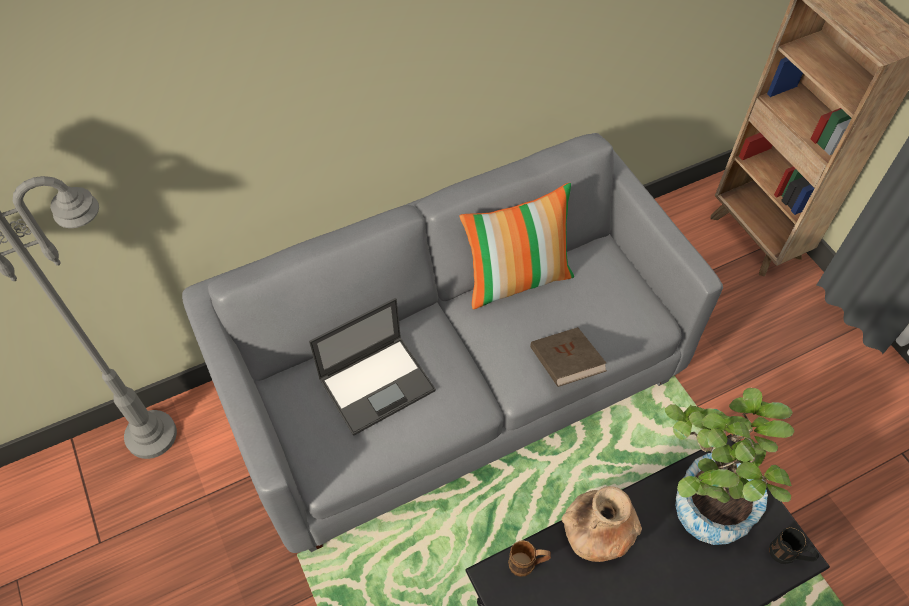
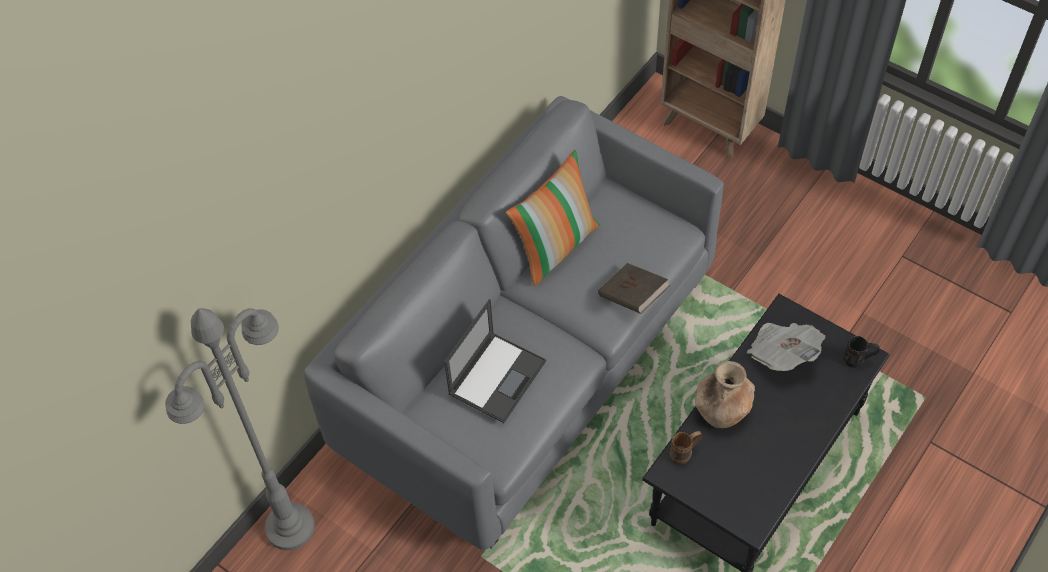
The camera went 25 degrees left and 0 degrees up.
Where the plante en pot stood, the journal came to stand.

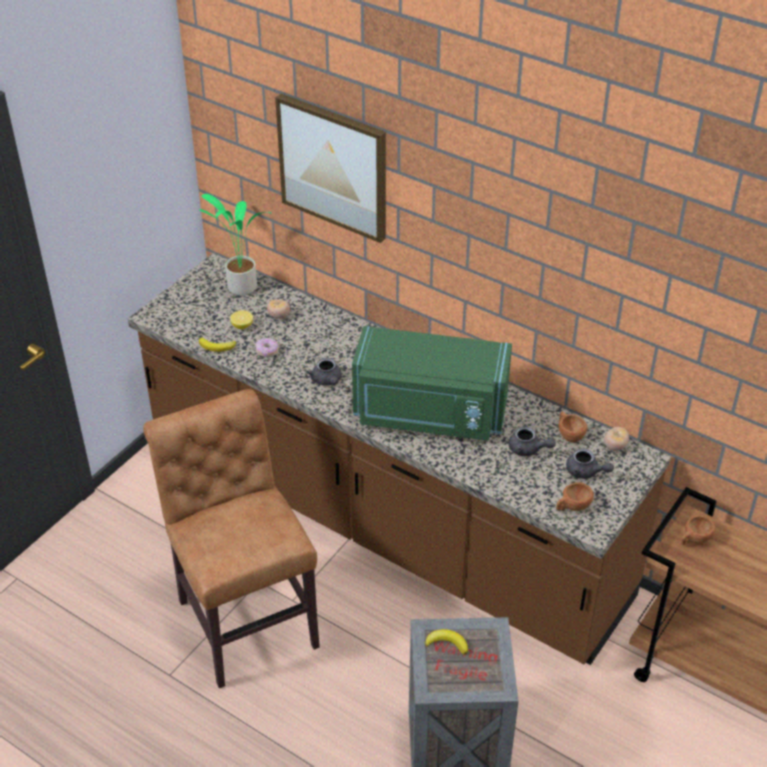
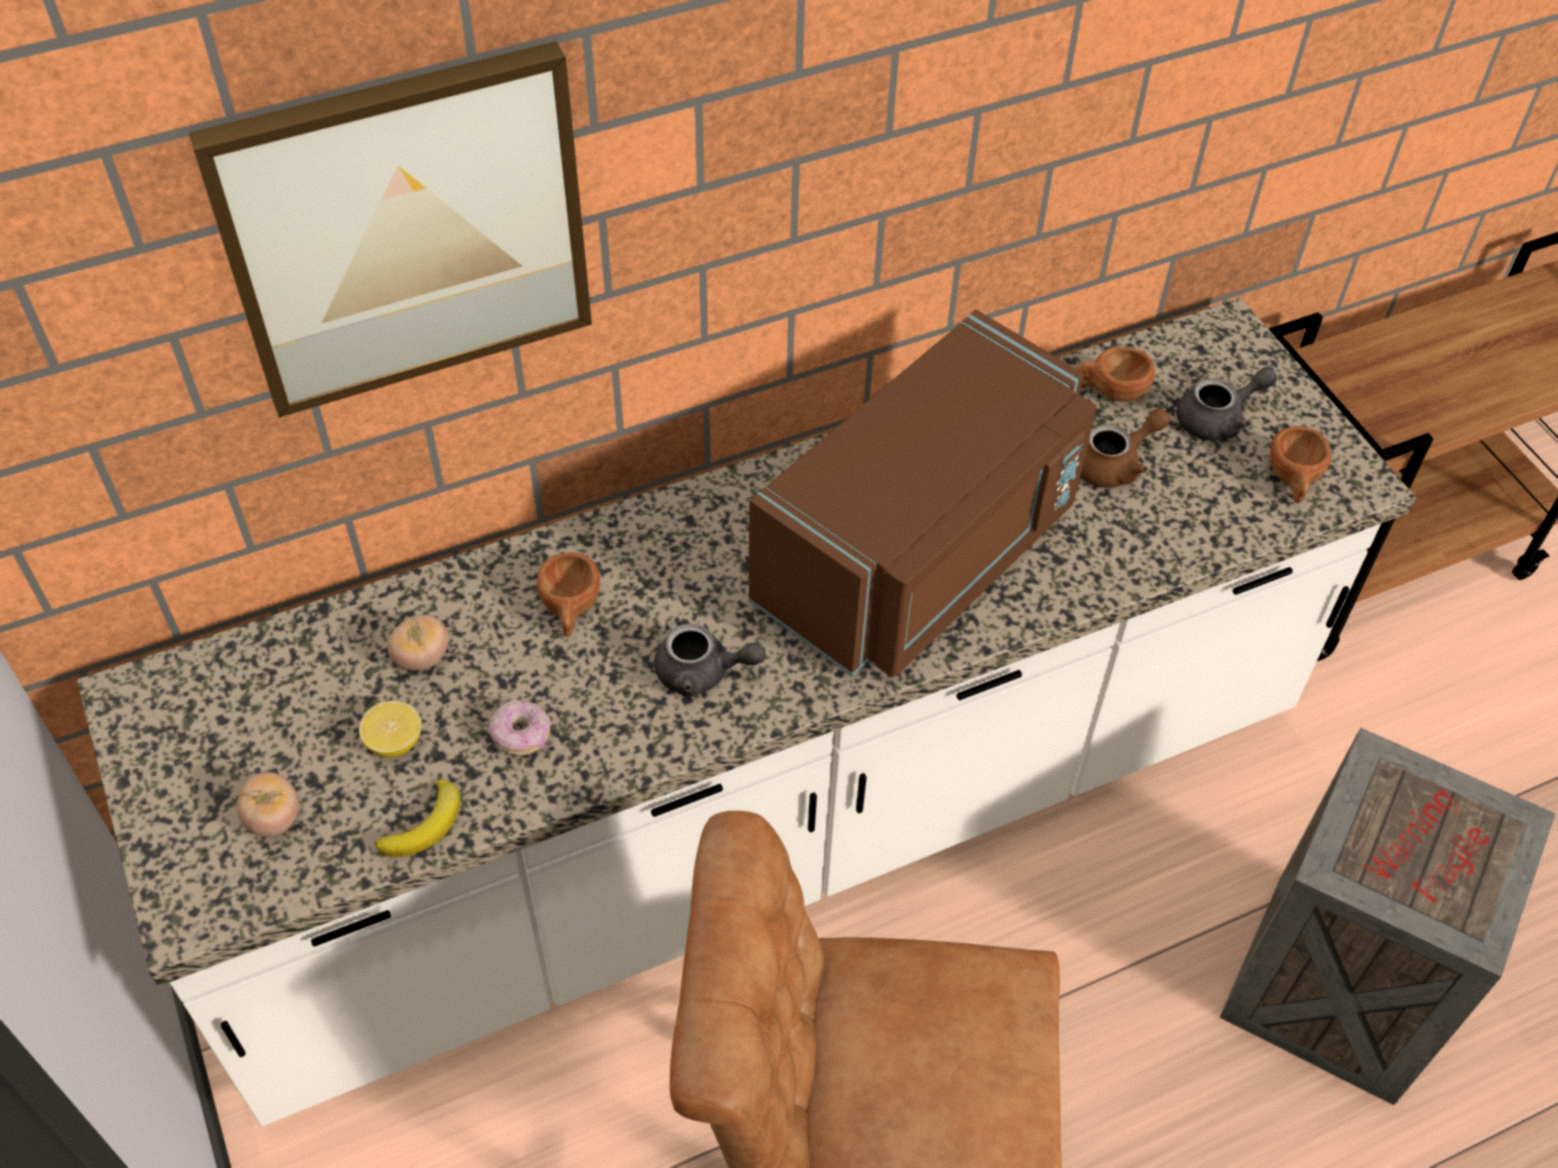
The camera went 60 degrees left and 10 degrees up.
What was the comptoir de cuisine/marron turned into the comptoir de cuisine/blanc.
The second view lost the plante en pot.
What was the micro-ondes/vert turned into the micro-ondes/marron.
The second view lost the banane (2nd from left).
What was the théière/gris (2nd from left) turned into the théière/marron.
The tomate (2nd from left in the first image) ended up elsewhere.
The tasse/marron (3rd from left in the first image) ended up elsewhere.

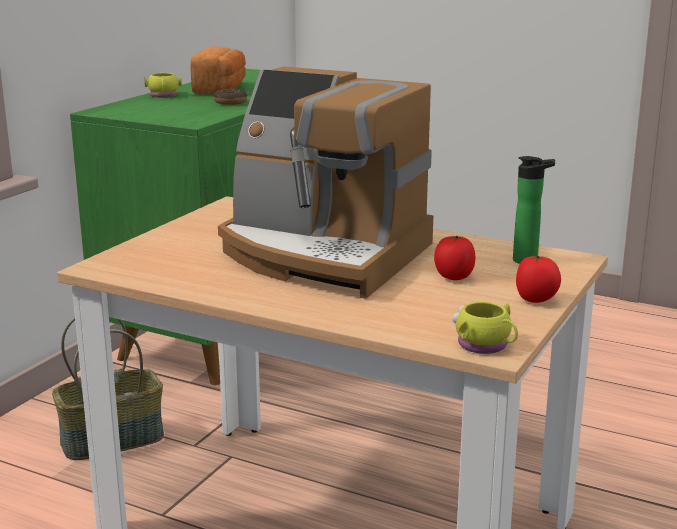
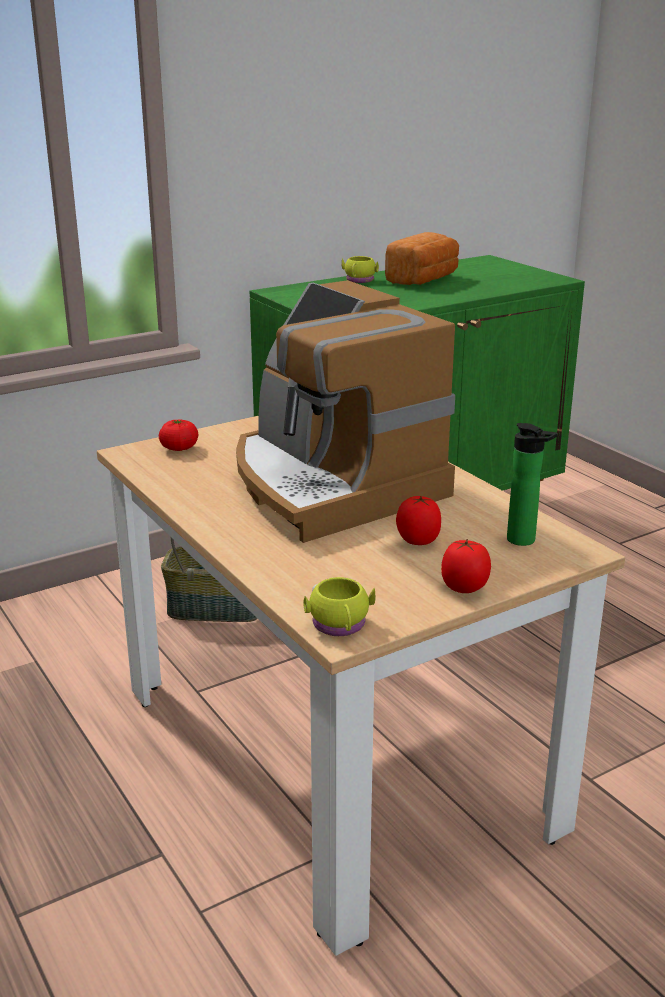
The camera went 30 degrees right and 5 degrees up.
The second view lost the beignet.
The second view gained the tomate (1st from left).

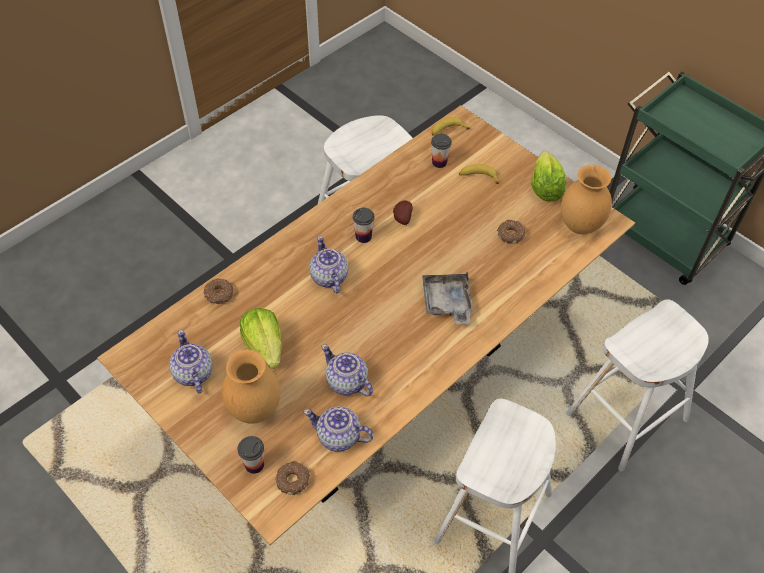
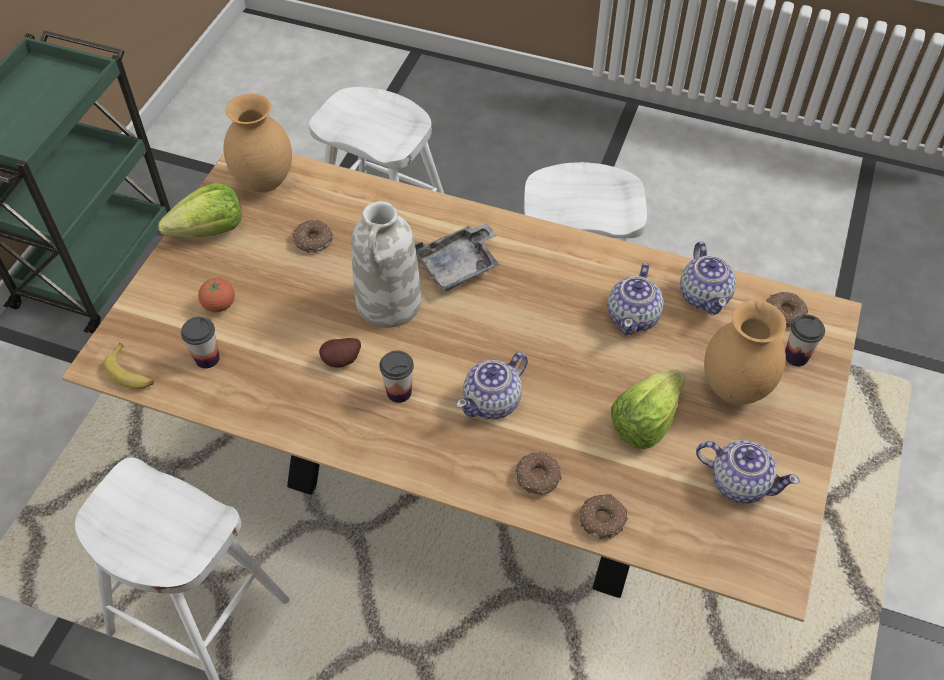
The camera went 115 degrees left and 0 degrees up.
The théière (1st from left in the first image) ended up facing another way, 105 degrees counterclockwise from before.
Where the banane (2nd from left) stood, the tomate came to stand.
The second view gained the vase/blanc.
The second view gained the beignet (2nd from left).

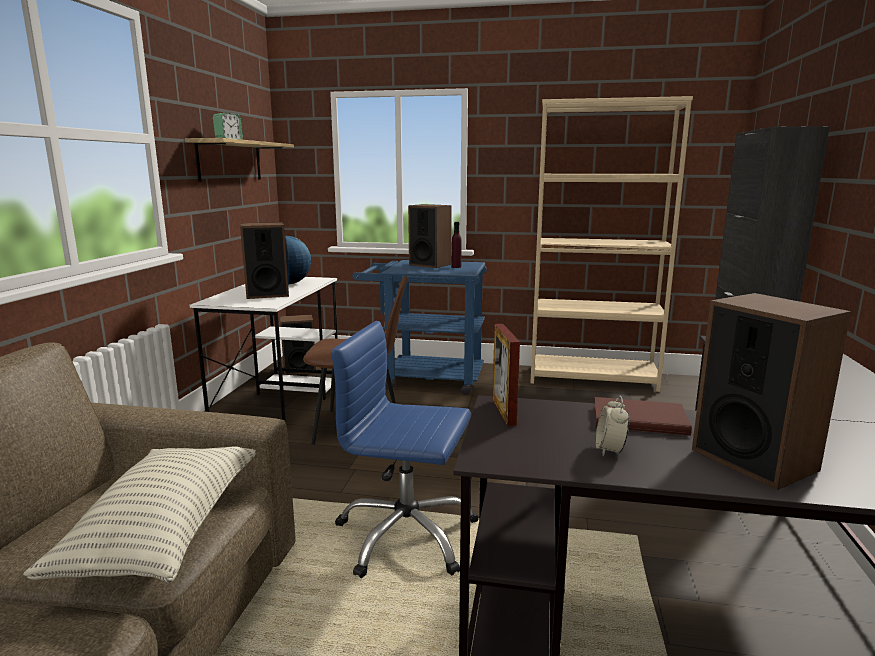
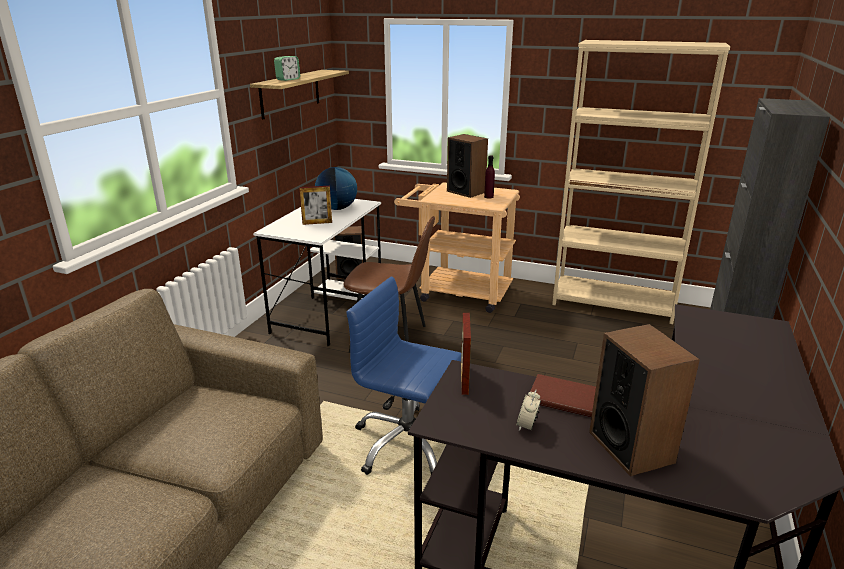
The camera went 10 degrees right and 10 degrees up.
The second view lost the coussin.
Where the enceinte (1st from left) stood, the cadre photo (1st from left) came to stand.
What was the chariot/bleu turned into the chariot/beige.

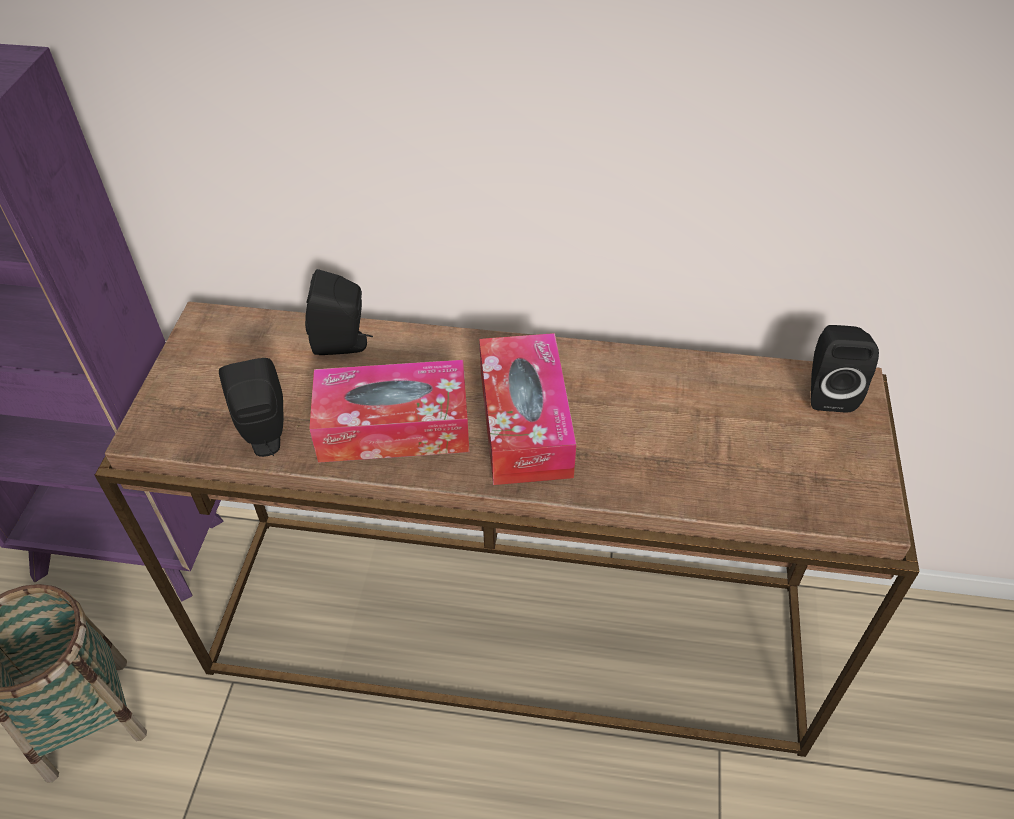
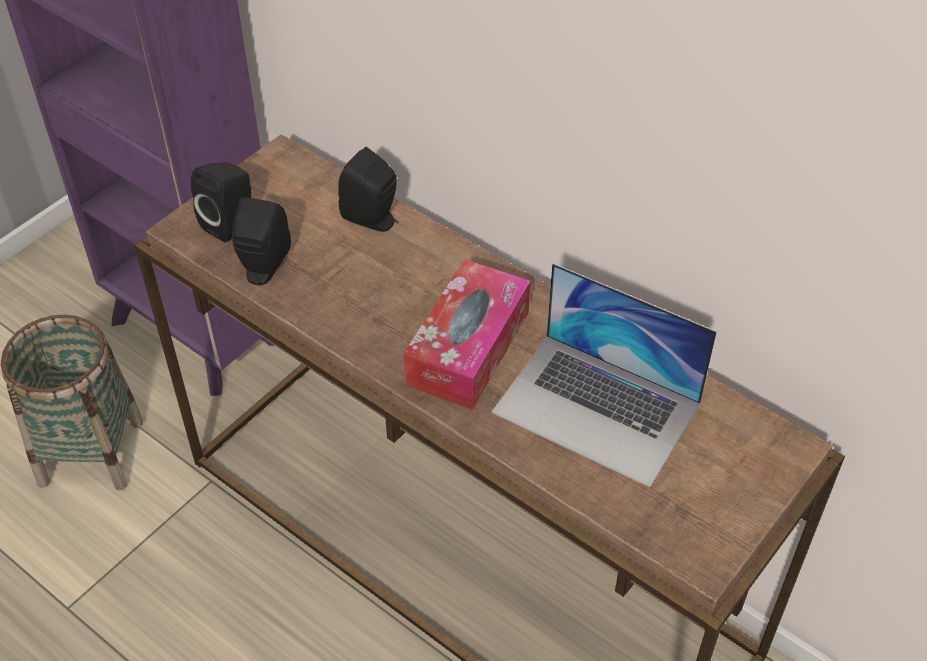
The camera went 30 degrees right and 0 degrees up.
The second view lost the boîte à mouchoirs (1st from left).
The enceinte/noir (3rd from left in the first image) ended up elsewhere.
The second view gained the ordinateur portable.

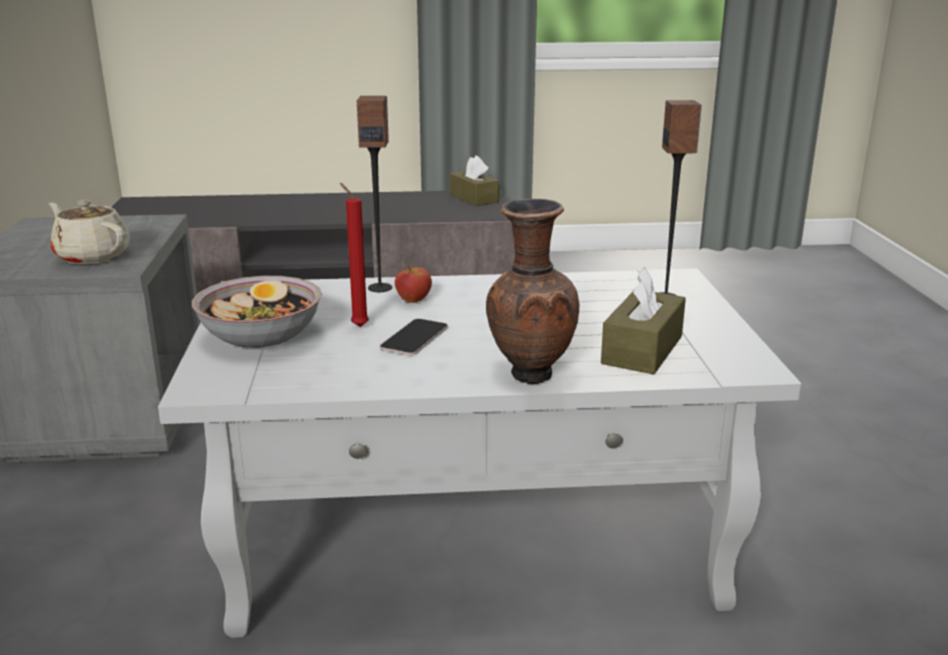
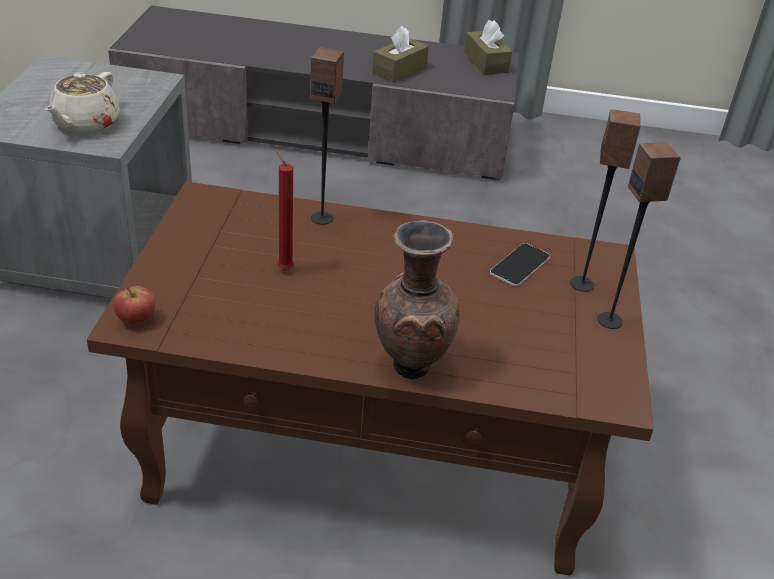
The camera went 10 degrees right and 15 degrees up.
The théière/beige ended up facing another way, 120 degrees counterclockwise from before.
What was the table basse/blanc turned into the table basse/marron.
The second view lost the bol.
The téléphone ended up elsewhere.
The pomme ended up elsewhere.
The boîte à mouchoirs/marron (2nd from left in the first image) ended up elsewhere.
The second view gained the enceinte (3rd from left).

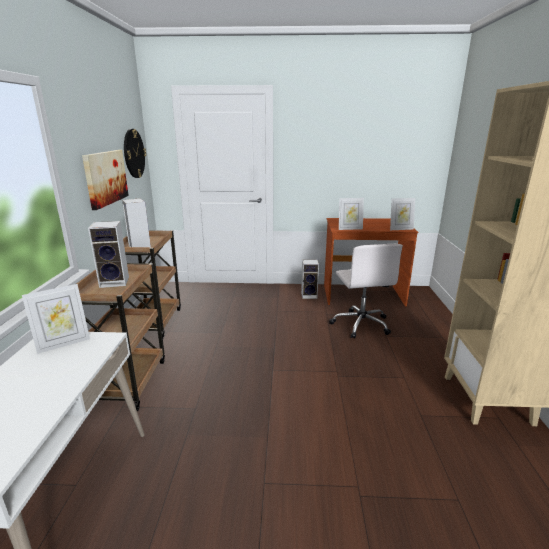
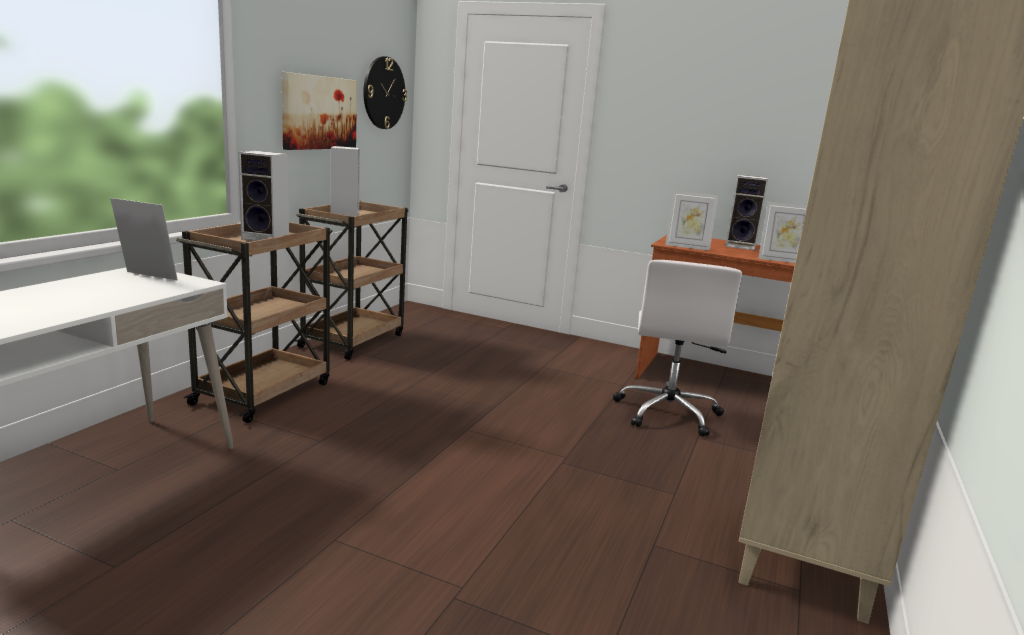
The camera went 20 degrees right and 5 degrees down.
The cadre photo (1st from left) ended up facing another way, 150 degrees counterclockwise from before.
The enceinte (3rd from left) ended up elsewhere.

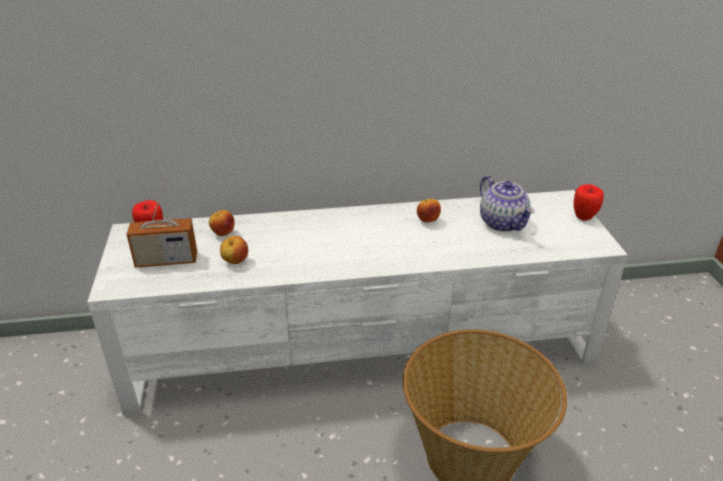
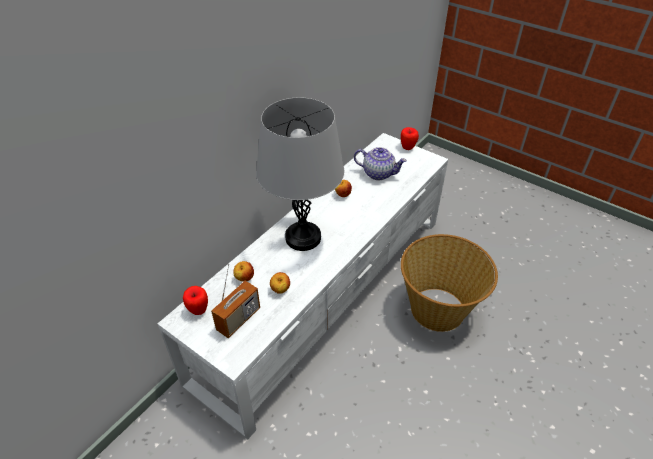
The camera went 45 degrees left and 10 degrees up.
The second view gained the lampe de table/gris.

